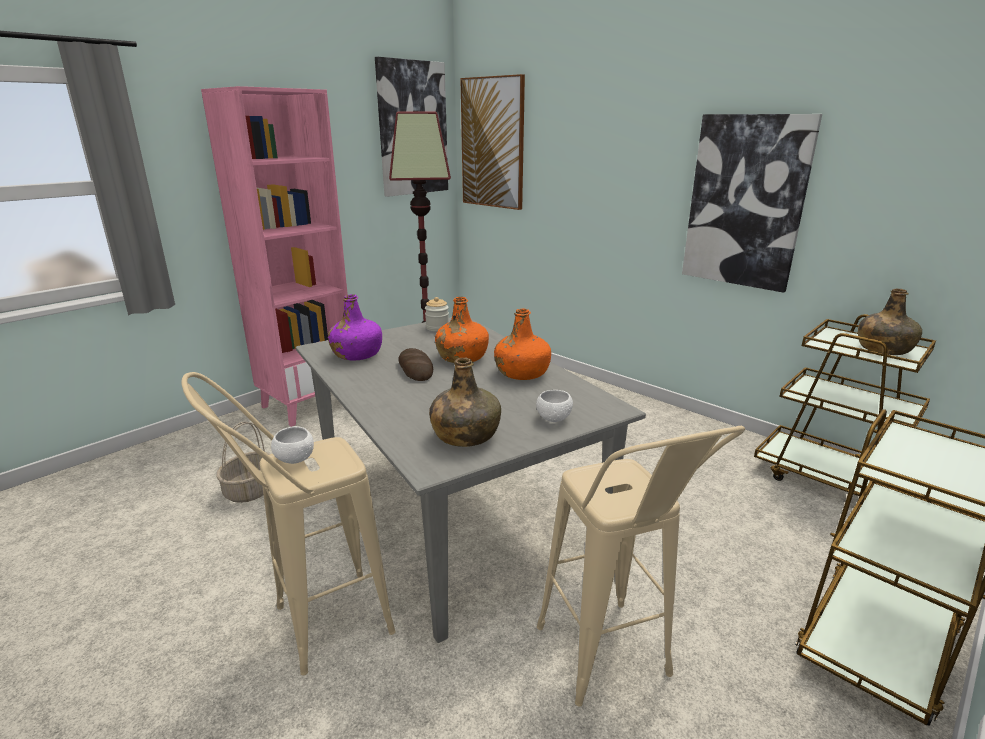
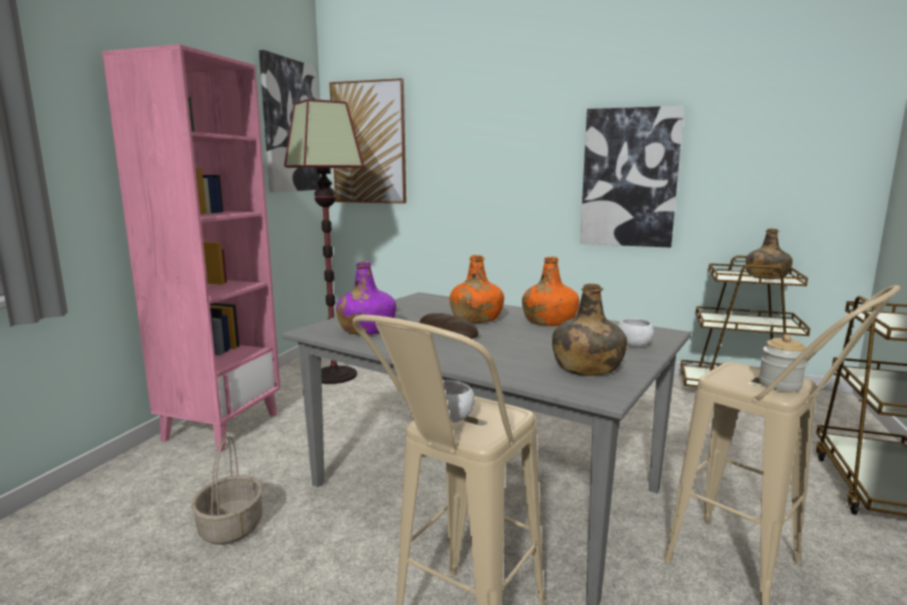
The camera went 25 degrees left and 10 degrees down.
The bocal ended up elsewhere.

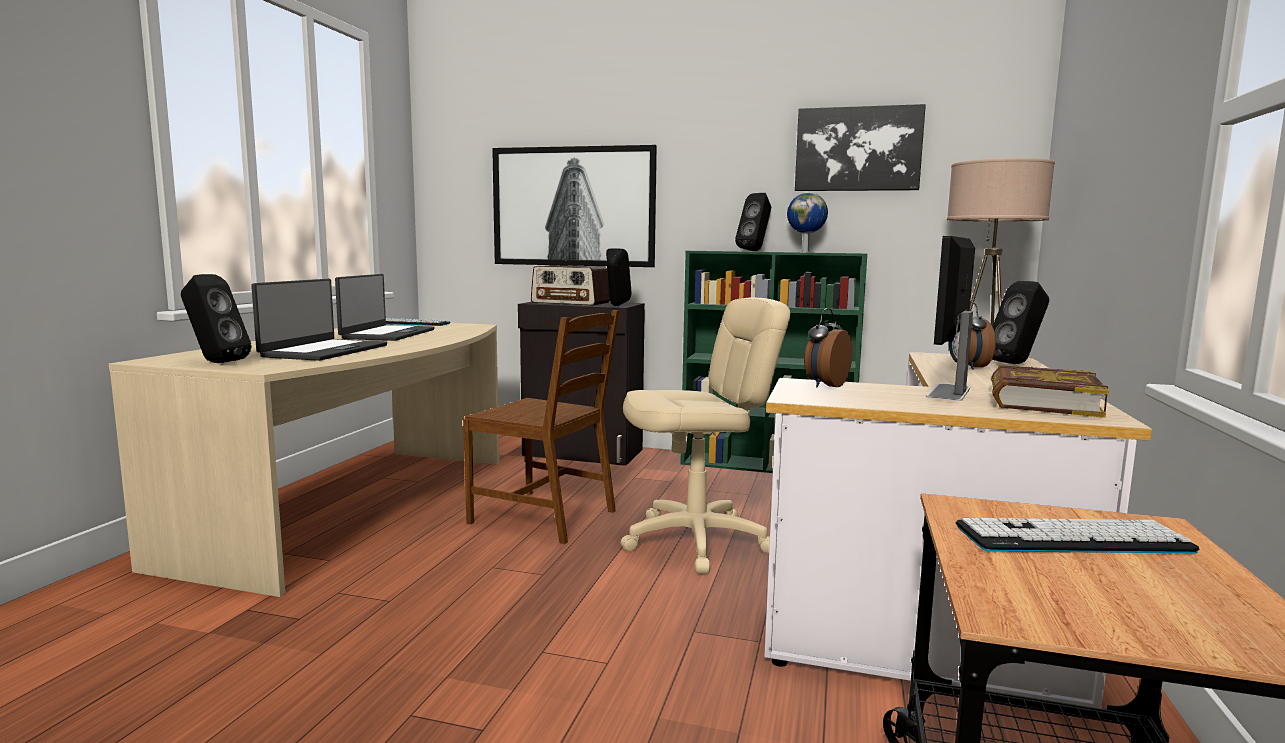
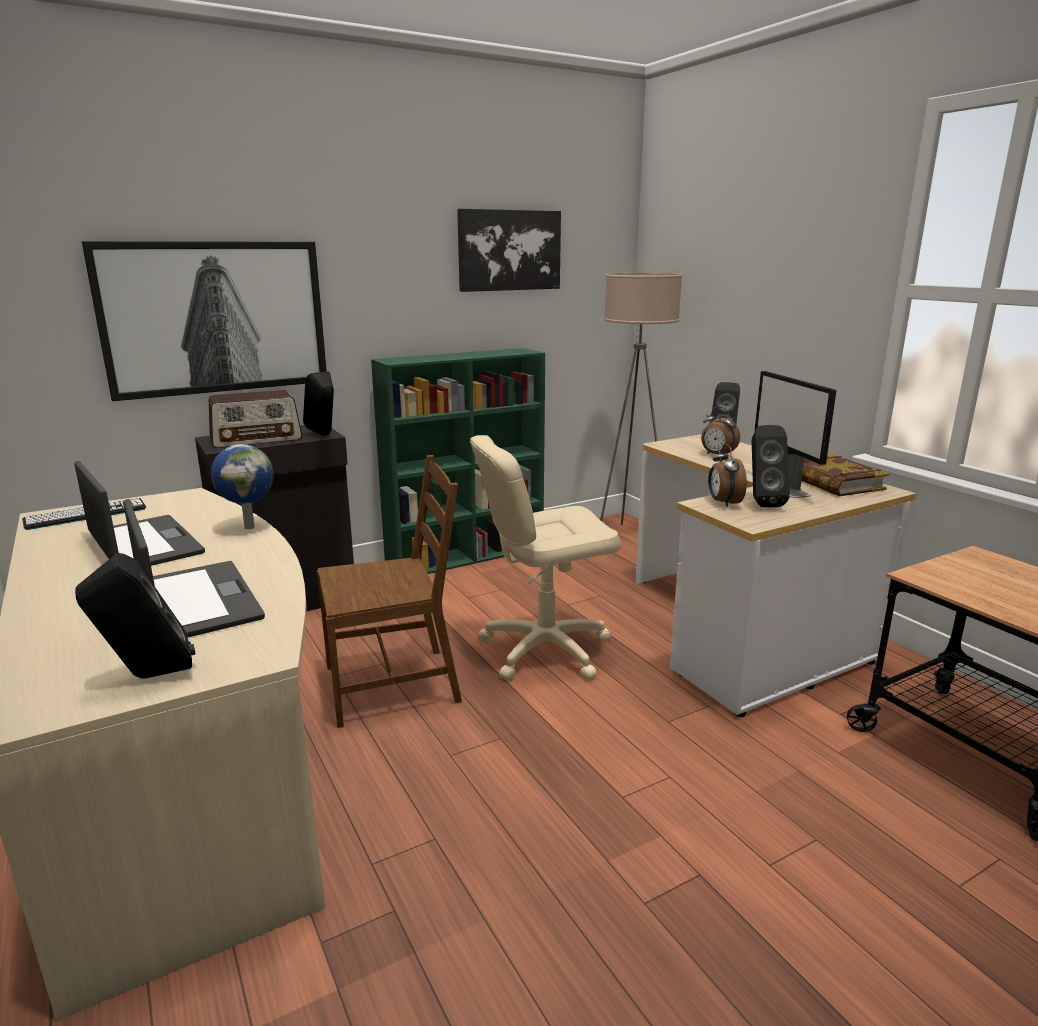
The camera went 45 degrees left and 10 degrees up.
The chaise de bureau/beige ended up facing another way, 135 degrees counterclockwise from before.
The enceinte/noir (3rd from left in the first image) ended up elsewhere.
The globe ended up elsewhere.
The second view lost the clavier (2nd from left).

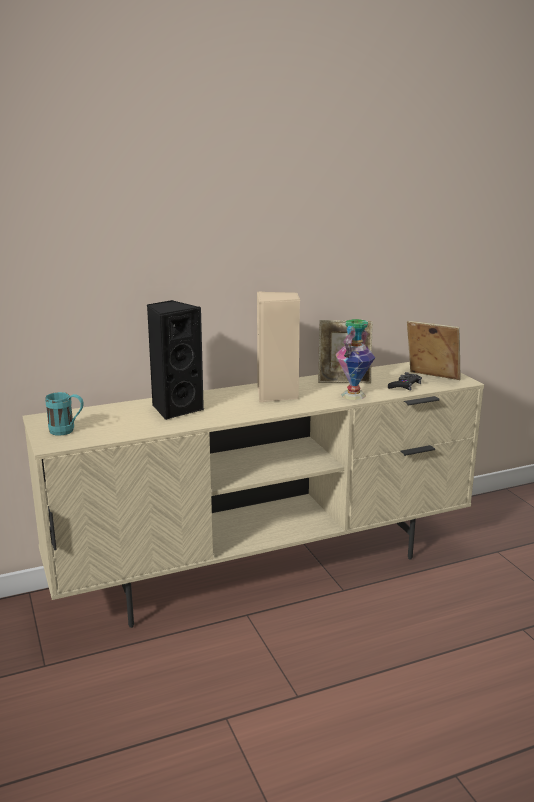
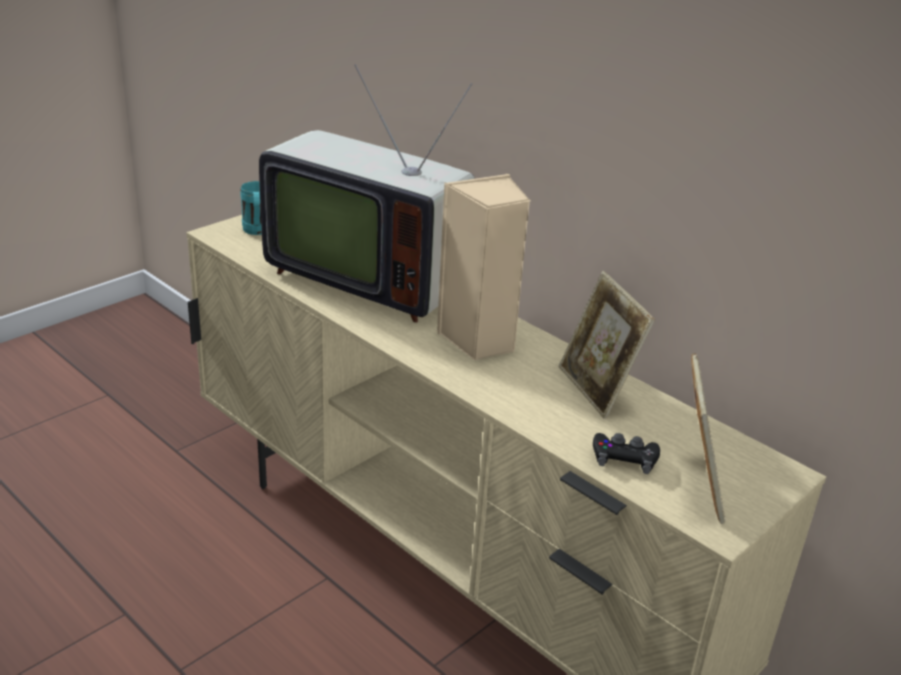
The camera went 65 degrees right and 10 degrees up.
Where the enceinte/noir stood, the téléviseur came to stand.
The second view lost the vase.

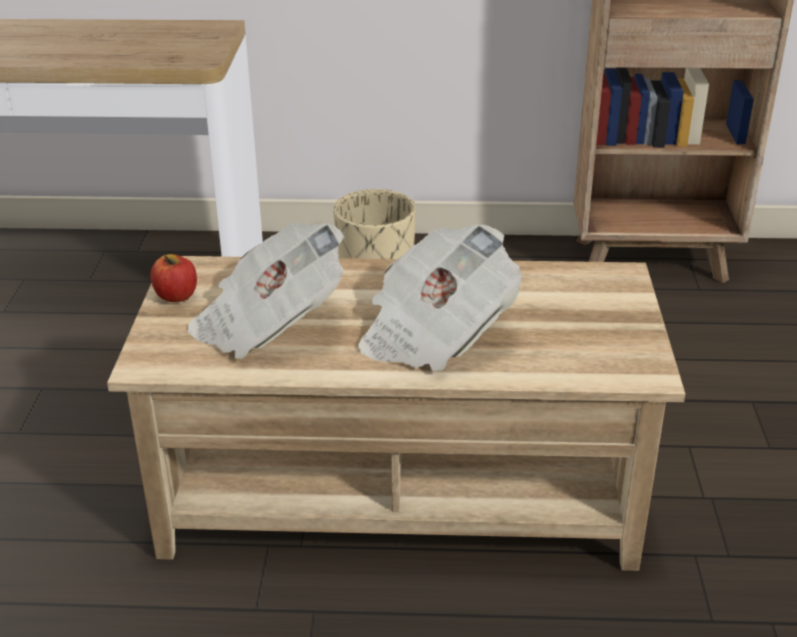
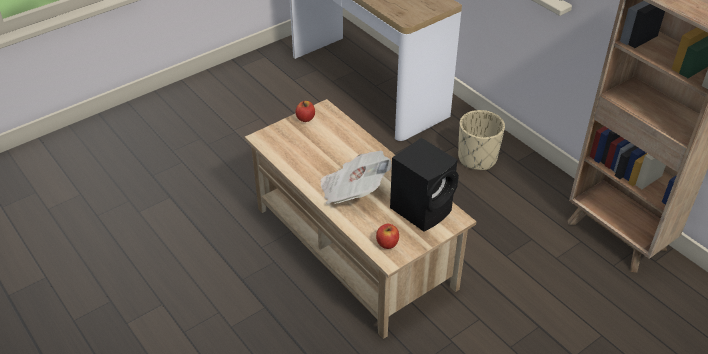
The camera went 50 degrees right and 10 degrees up.
The second view lost the journal (1st from left).
The second view gained the pomme (2nd from left).
The second view gained the enceinte/noir.

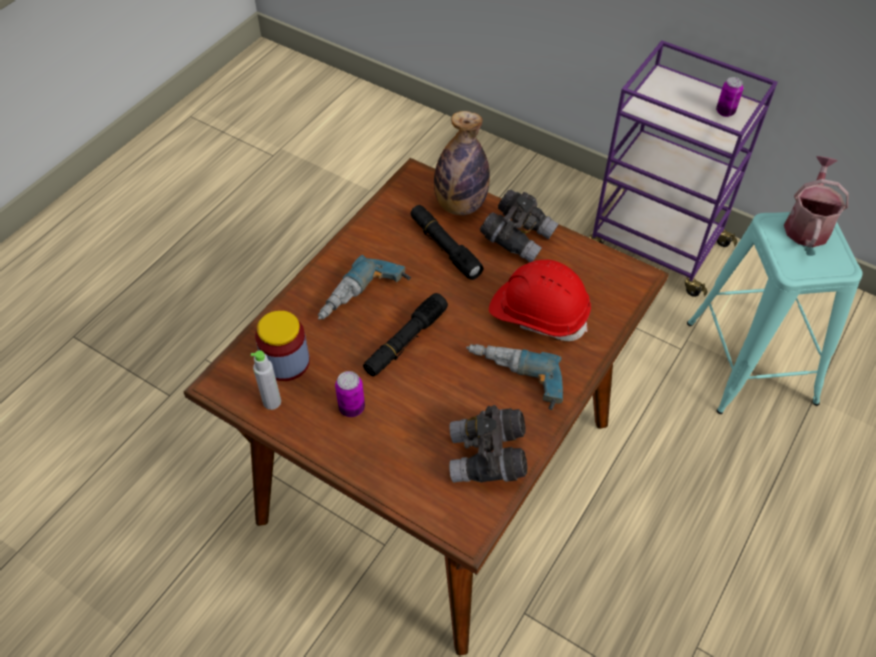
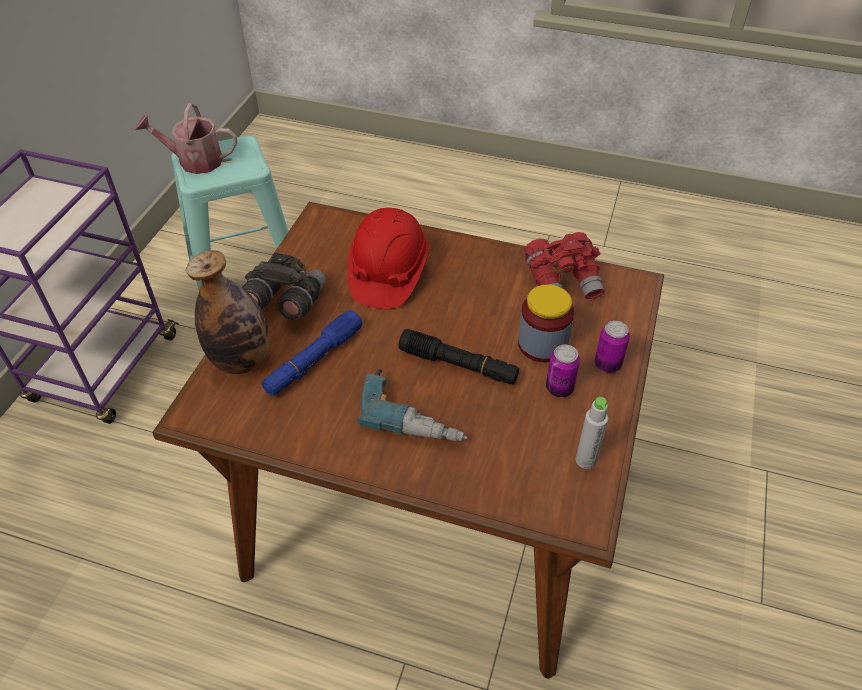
The camera went 105 degrees left and 5 degrees down.
The bocal ended up elsewhere.
What was the lampe de poche/noir (2nd from left) turned into the lampe de poche/bleu.
What was the jumelles/gris (1st from left) turned into the jumelles/rouge.
The second view lost the perceuse (2nd from left).
The boîte métallique (2nd from left) ended up elsewhere.

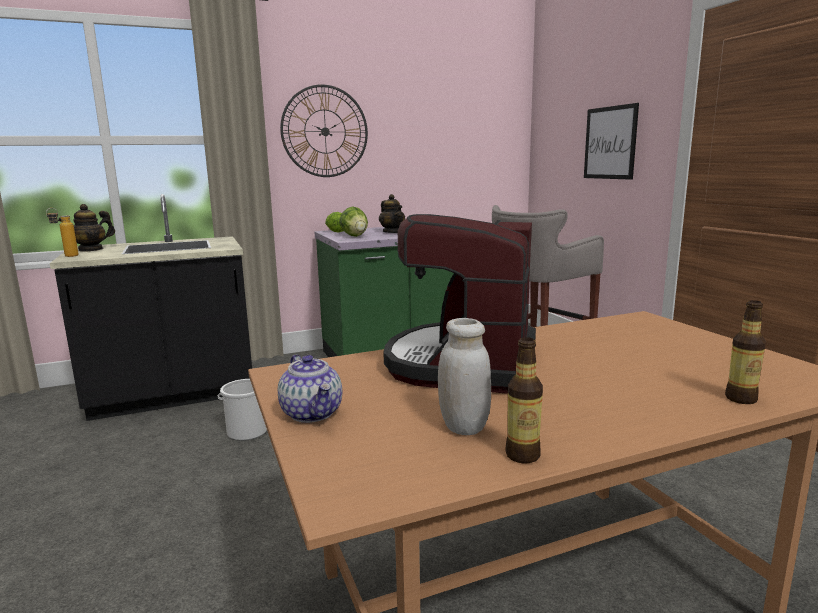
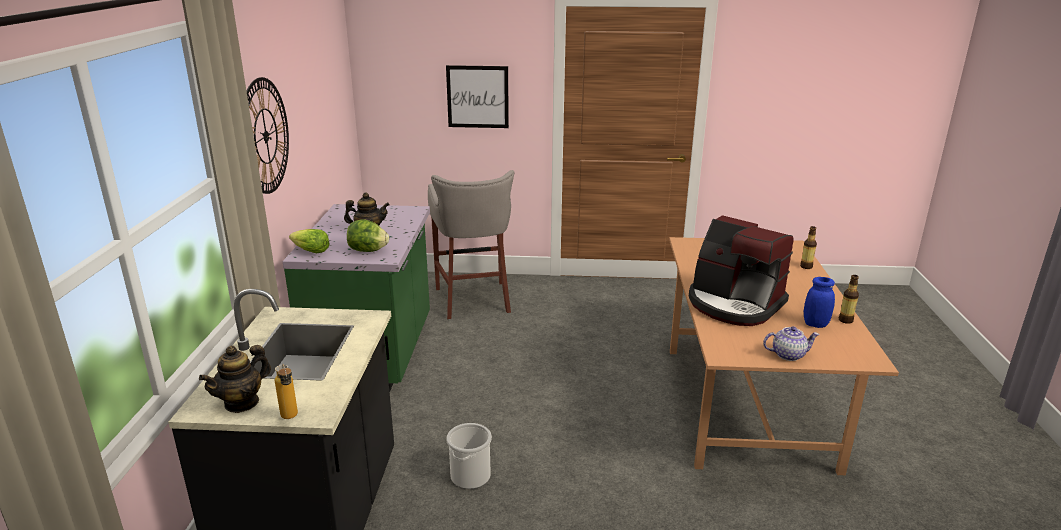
The camera went 65 degrees left and 10 degrees up.
The théière (1st from left) ended up facing another way, 60 degrees clockwise from before.
What was the bocal/blanc turned into the bocal/bleu.

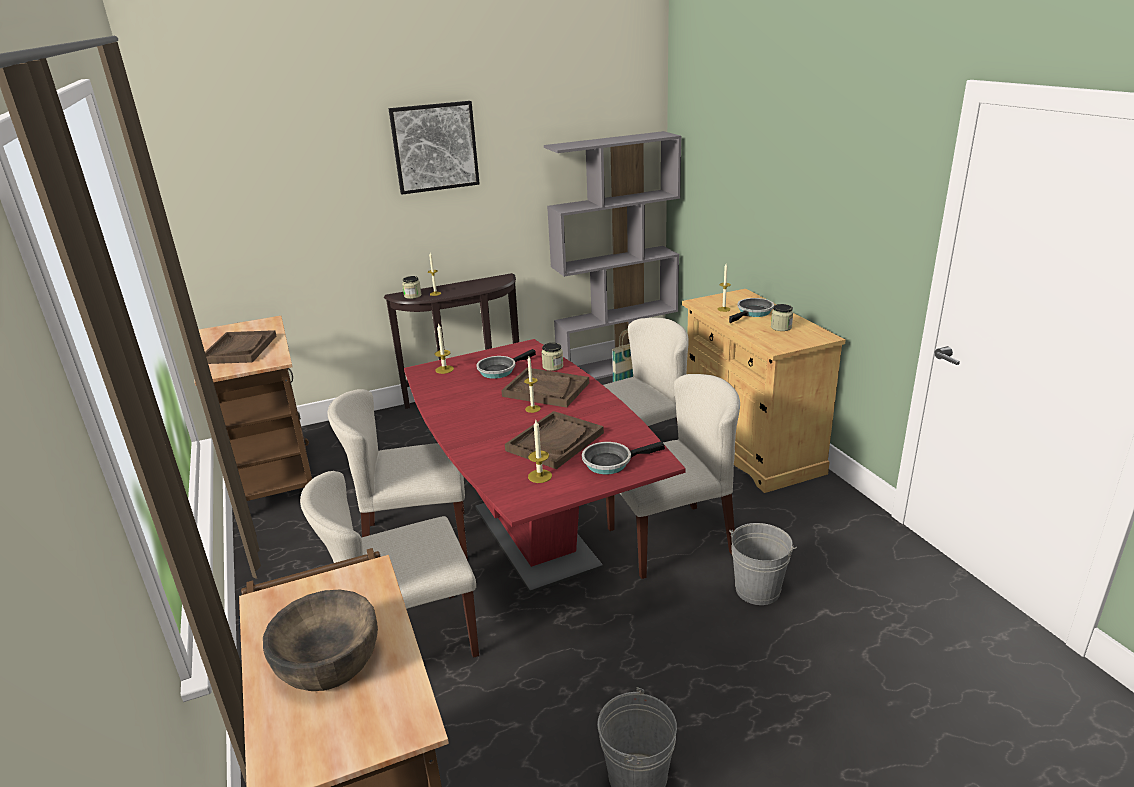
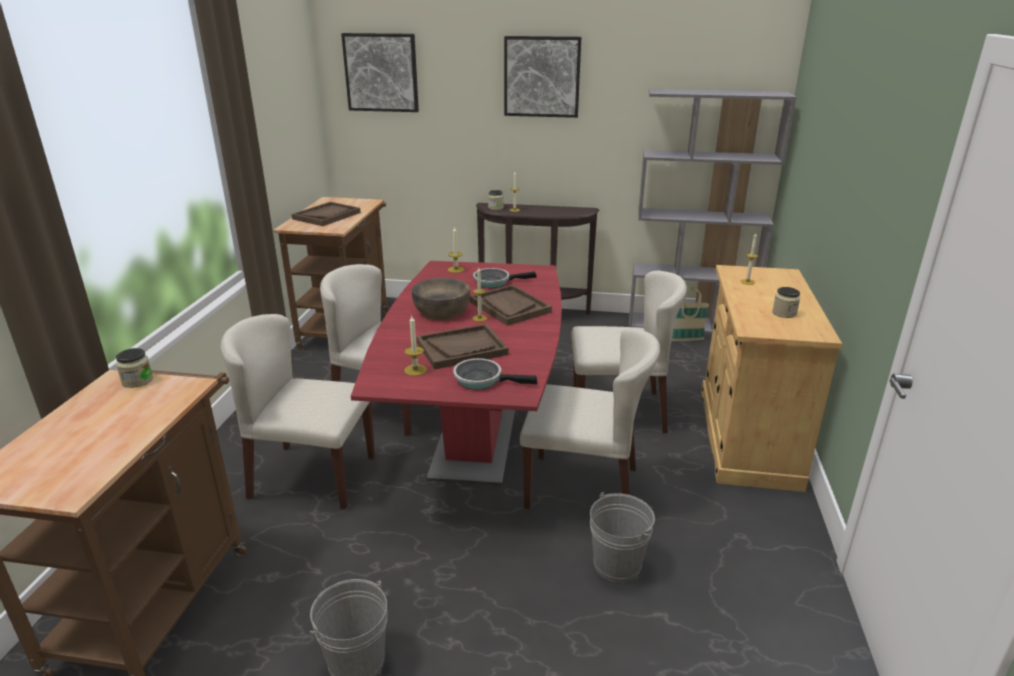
The camera went 30 degrees right and 0 degrees up.
The bol/marron ended up elsewhere.
The bocal (2nd from left in the first image) ended up elsewhere.
The second view lost the poêle (3rd from left).
The second view gained the tableau (1st from left).

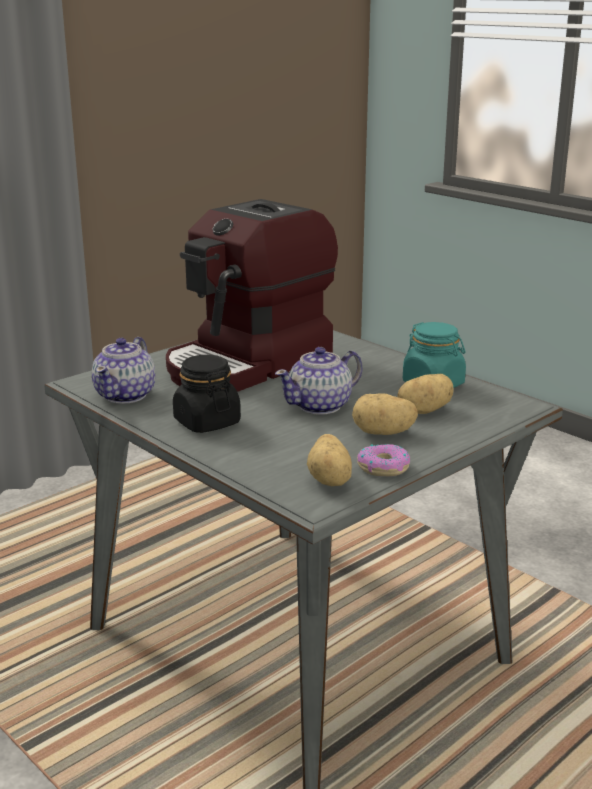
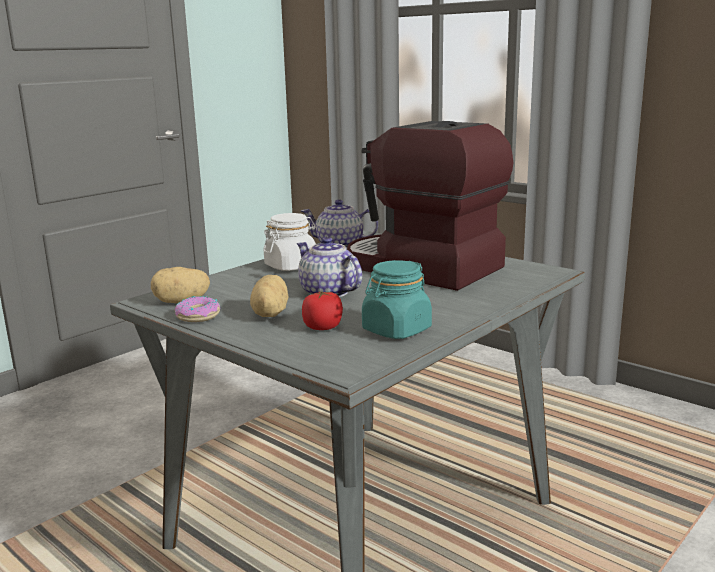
The camera went 85 degrees right and 5 degrees down.
What was the bocal/noir turned into the bocal/blanc.
Where the pomme de terre (3rd from left) stood, the tomate came to stand.

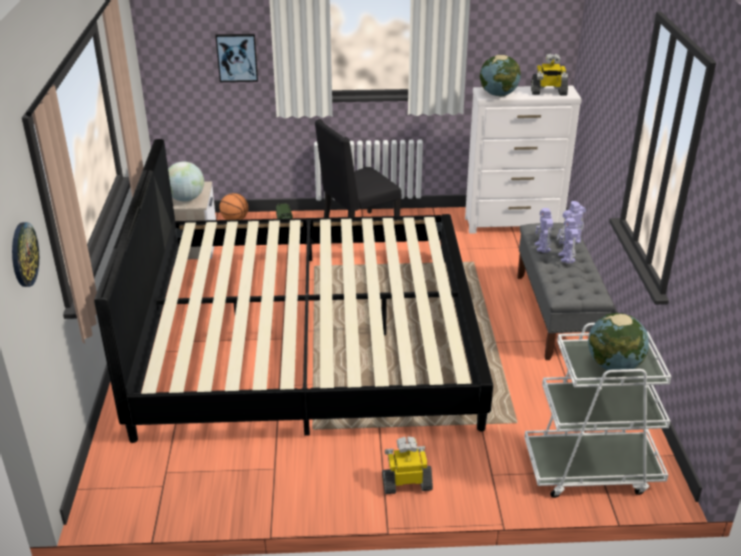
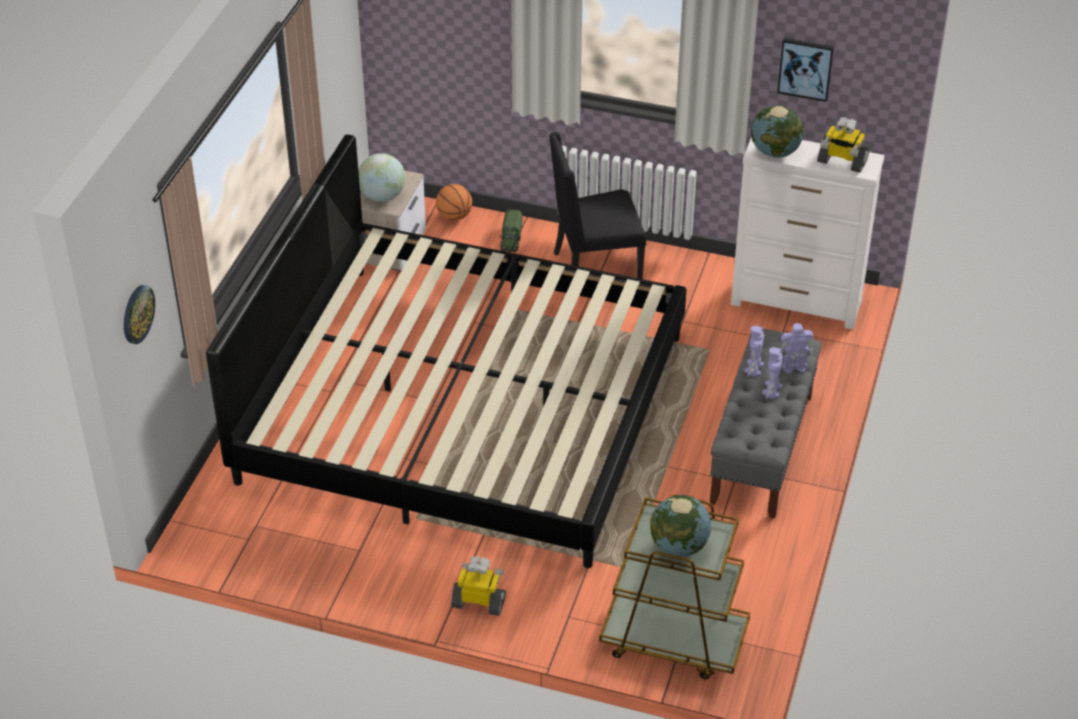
The camera went 20 degrees right and 10 degrees up.
The tableau ended up elsewhere.
What was the chariot/blanc turned into the chariot/marron.

